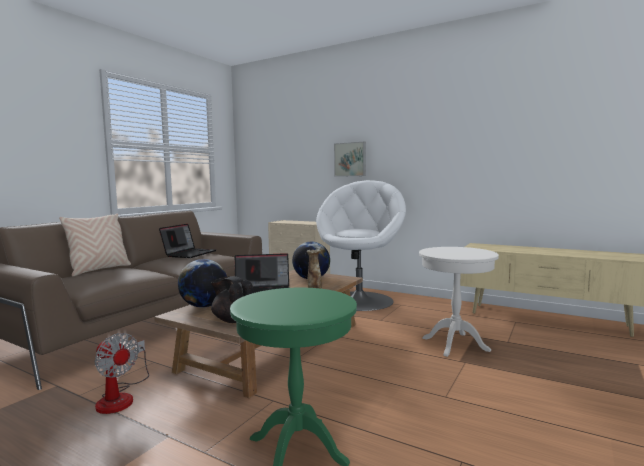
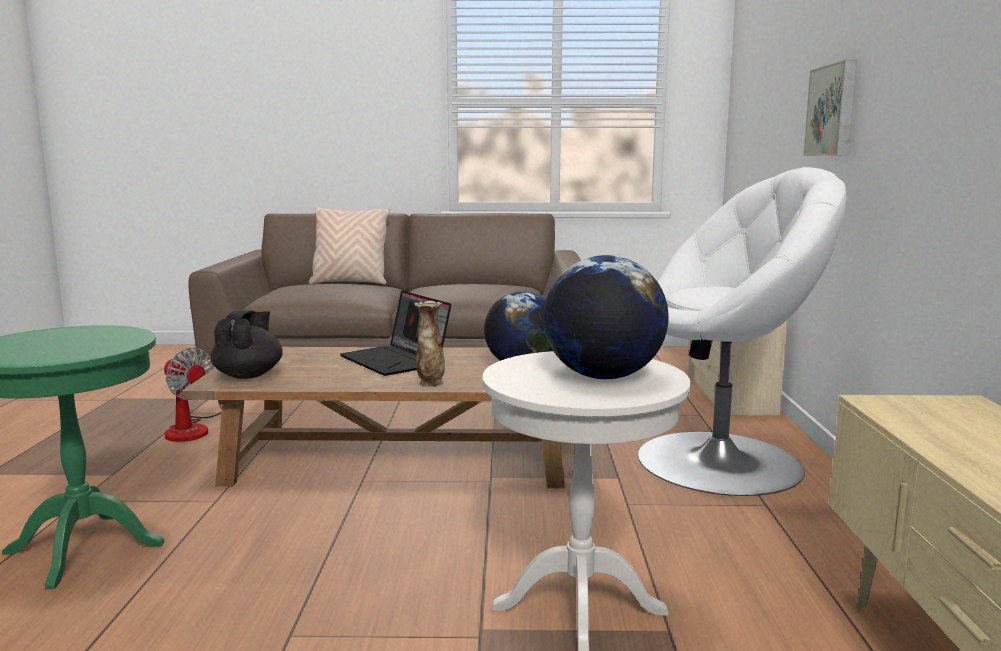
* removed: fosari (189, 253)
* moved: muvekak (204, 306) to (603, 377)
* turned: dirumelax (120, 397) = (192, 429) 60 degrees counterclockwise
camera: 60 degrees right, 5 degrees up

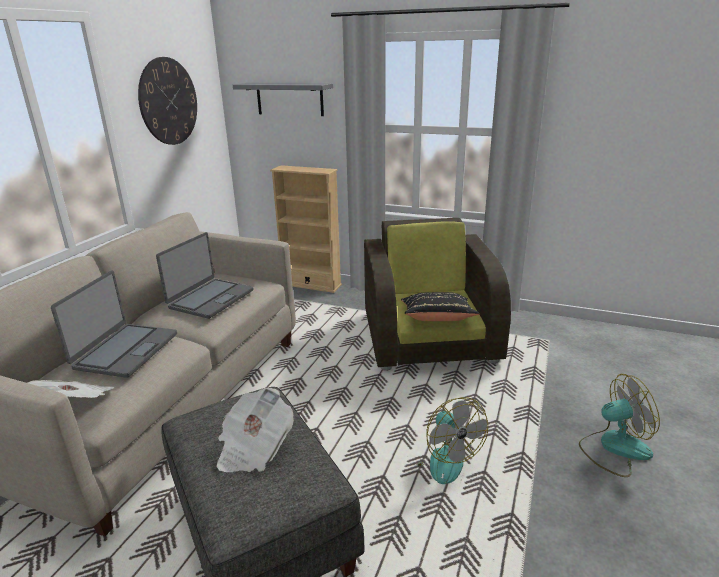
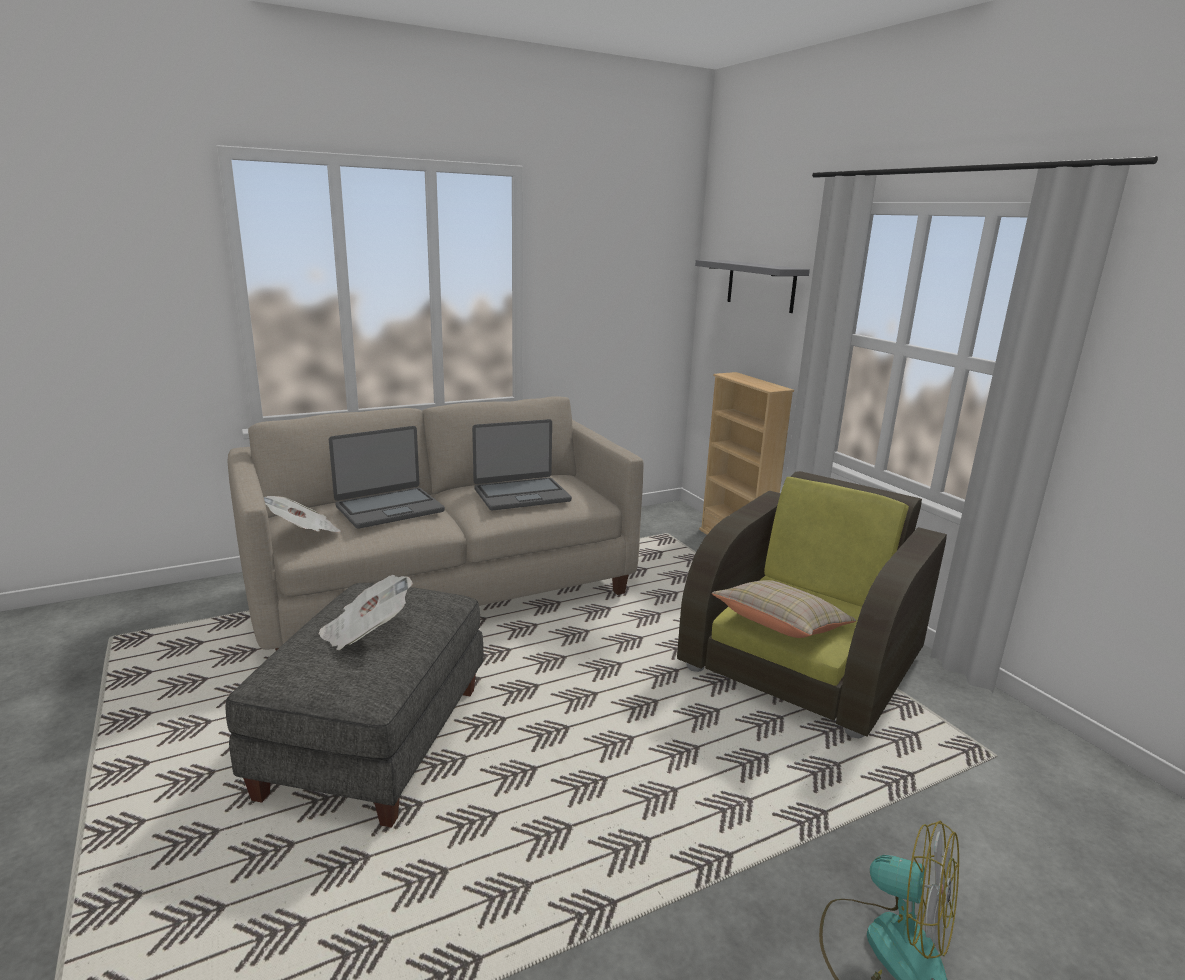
* removed: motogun (168, 101)
* removed: dirumelax (440, 458)
* recoloured: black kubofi (437, 319) to beige kubofi (781, 628)
camera: 40 degrees right, 5 degrees down

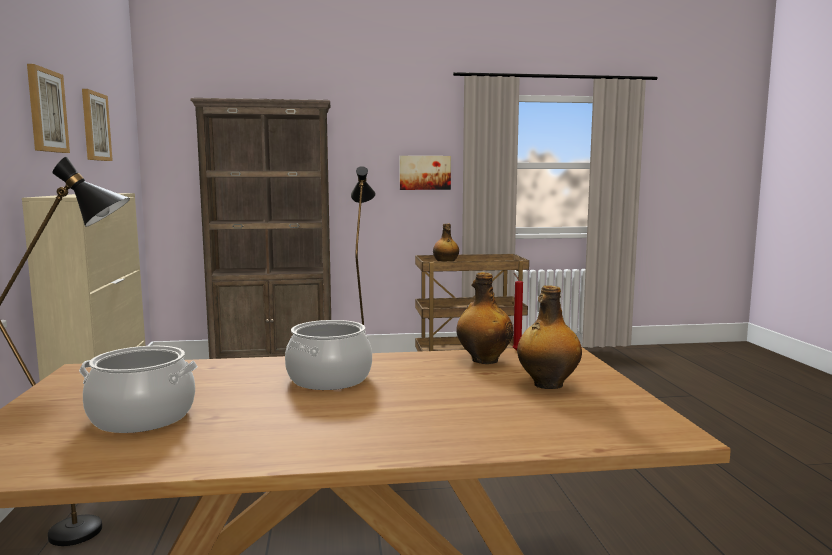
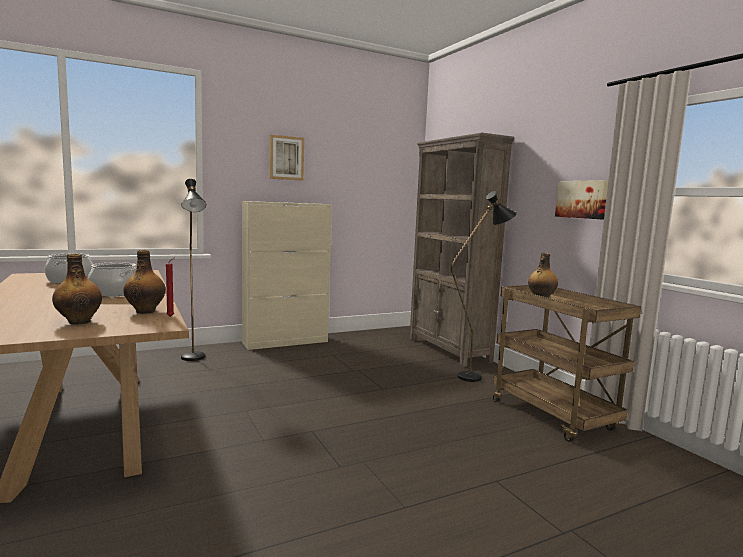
* removed: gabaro (95, 126)
camera: 70 degrees right, 0 degrees up

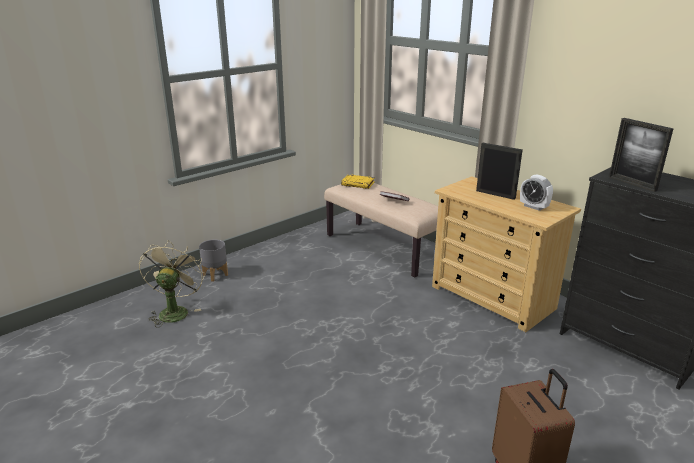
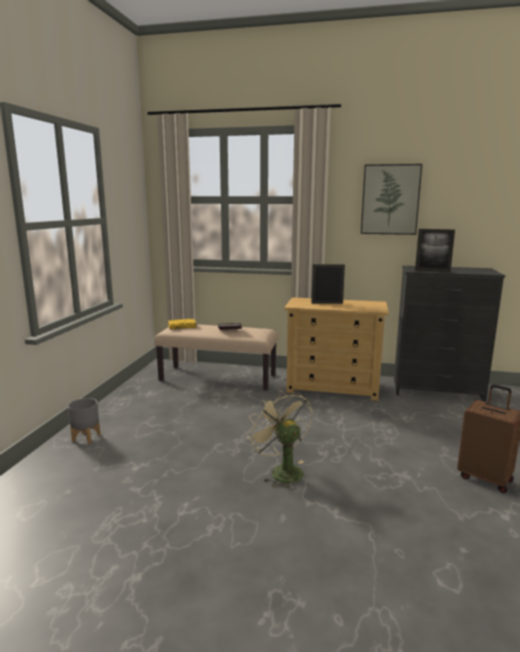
* removed: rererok (533, 207)
* added: gabaro (390, 199)
* moved: beige dirumelax (174, 311) to (281, 471)
camera: 35 degrees left, 10 degrees down

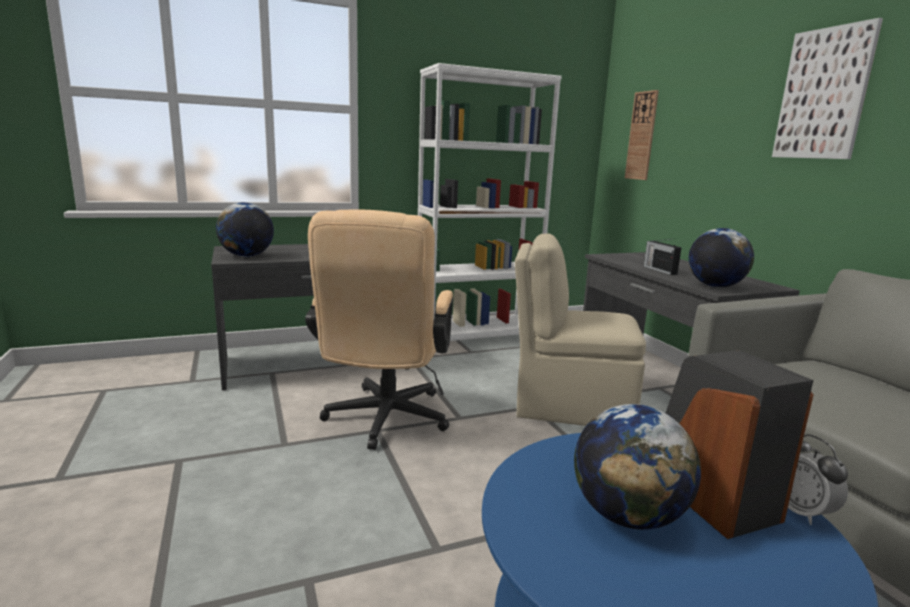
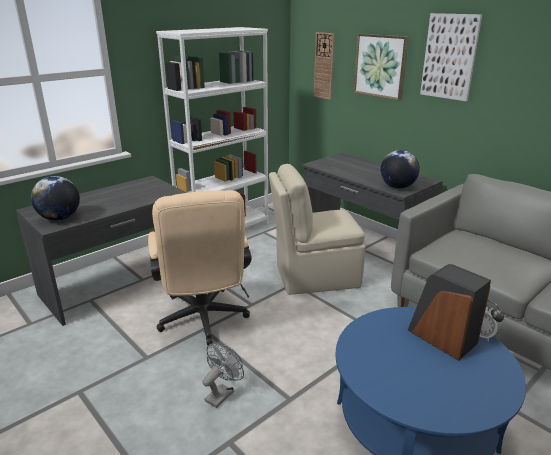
* removed: muvekak (628, 516)
* removed: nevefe (659, 270)
* added: grey dirumelax (222, 393)
* added: gabaro (380, 66)
camera: 20 degrees left, 10 degrees up

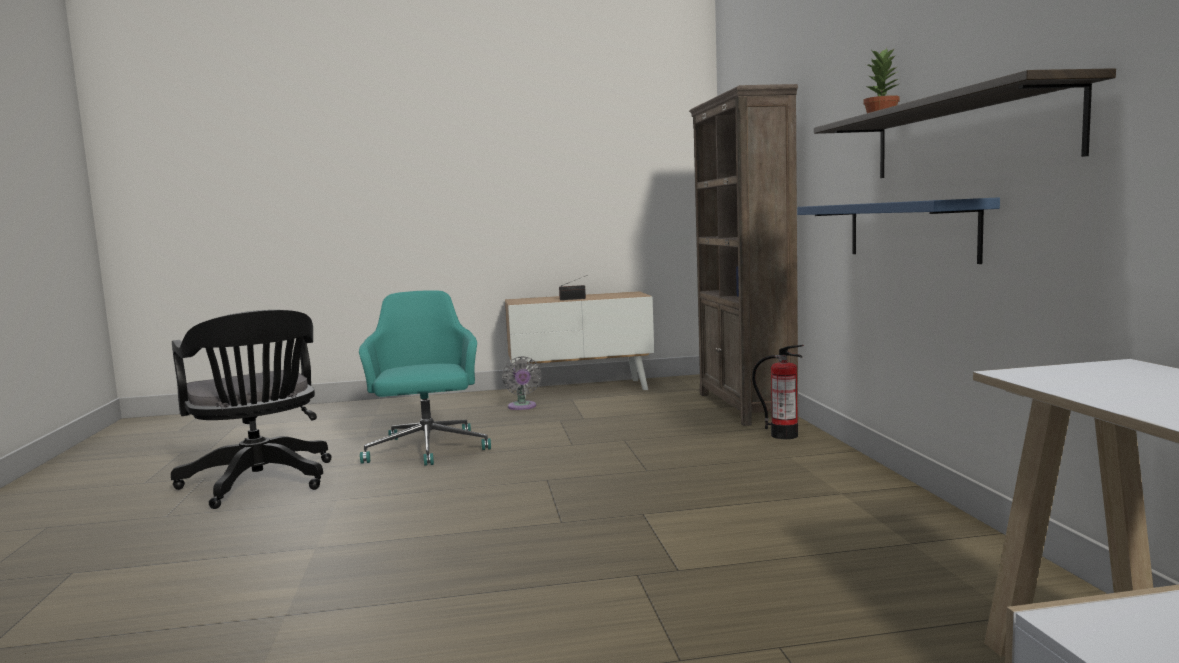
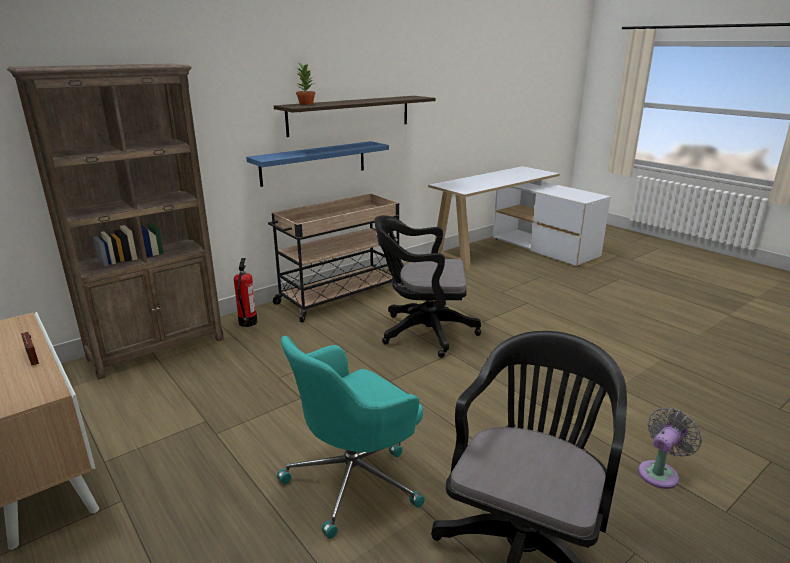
* added: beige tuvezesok (339, 297)
* added: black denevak (422, 332)
* moved: grey dirumelax (522, 407) to (660, 472)
camera: 120 degrees left, 15 degrees up

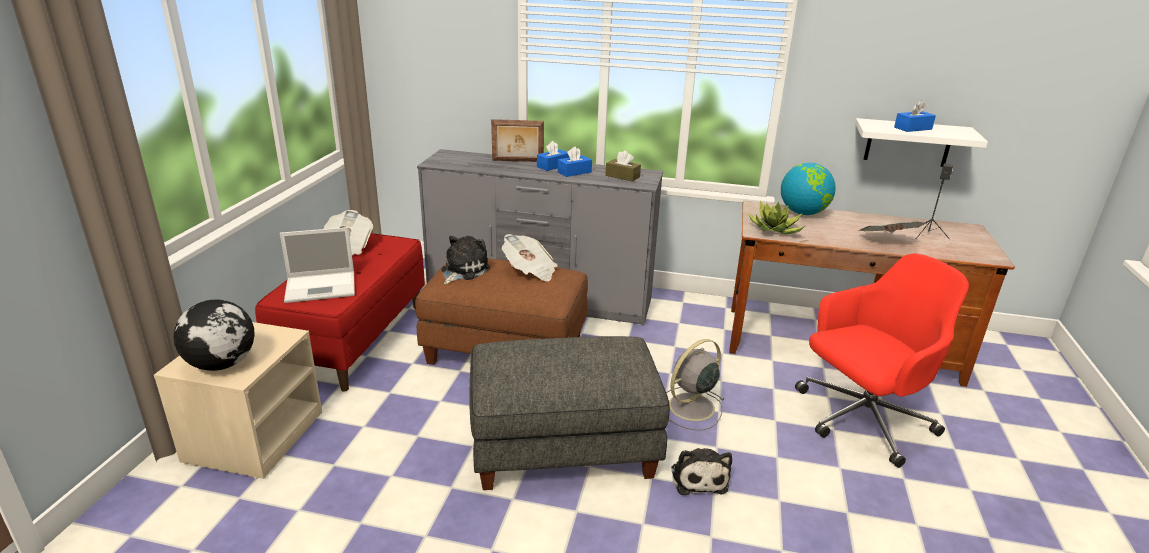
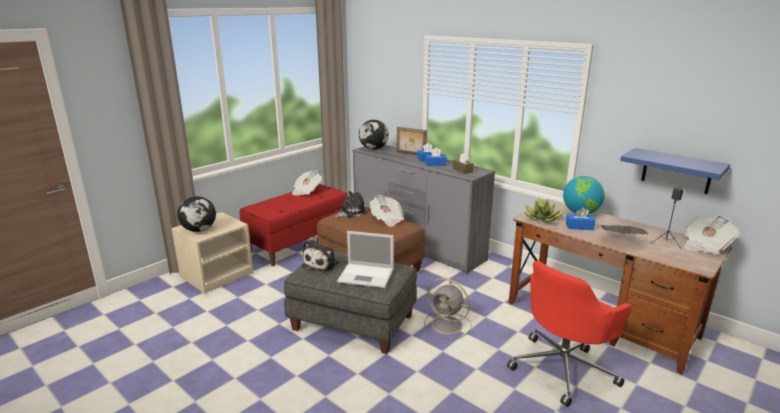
* added: muvekak (374, 149)
* added: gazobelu (705, 246)
* moved: fosari (322, 287) to (367, 275)
* moved: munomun (698, 477) to (322, 264)
* moved: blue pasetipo (913, 128) to (579, 226)
* recoloured: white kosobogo (908, 143) to blue kosobogo (676, 171)
* turned: grey dirumelax (690, 407) = (448, 325) 135 degrees counterclockwise
* turned: red denevak (861, 420) = (563, 368) 135 degrees clockwise
camera: 30 degrees right, 5 degrees down

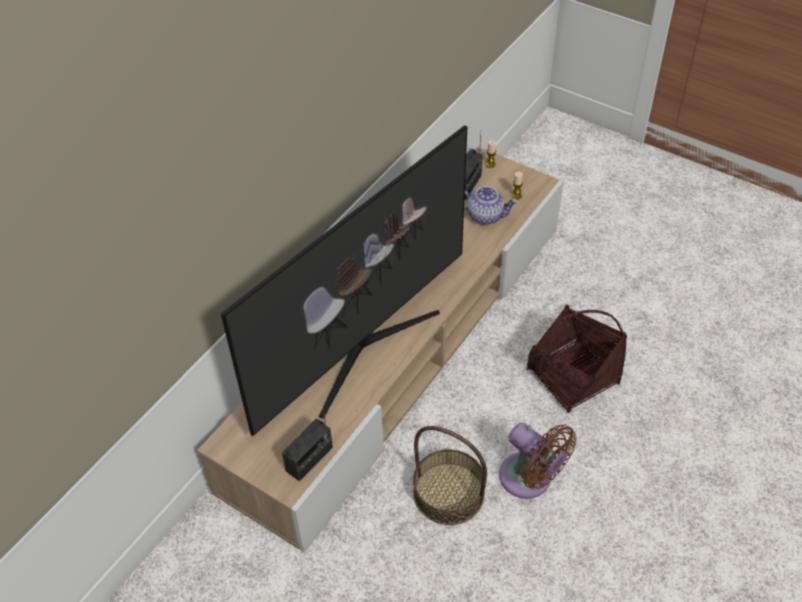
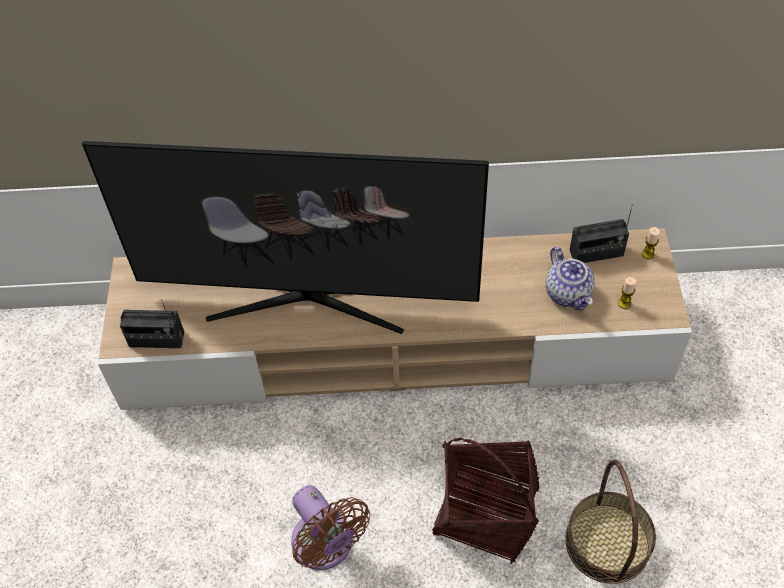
* moved: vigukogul (449, 492) to (608, 543)
* turned: brown dirumelax (530, 479) = (326, 546) 45 degrees counterclockwise
camera: 55 degrees right, 5 degrees up

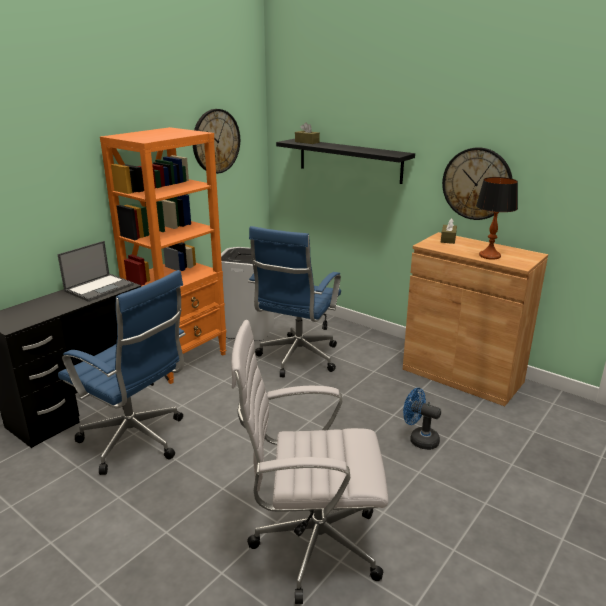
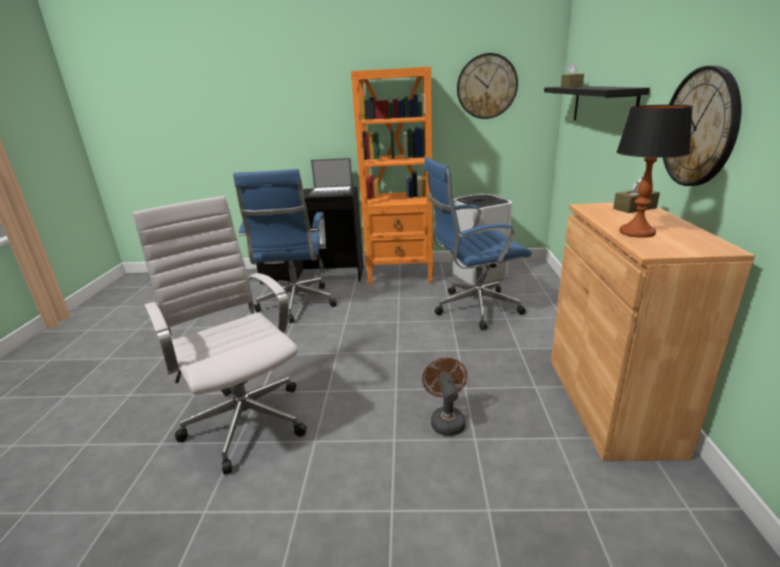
* recoloured: blue dirumelax (419, 439) to brown dirumelax (446, 420)
camera: 55 degrees right, 0 degrees up

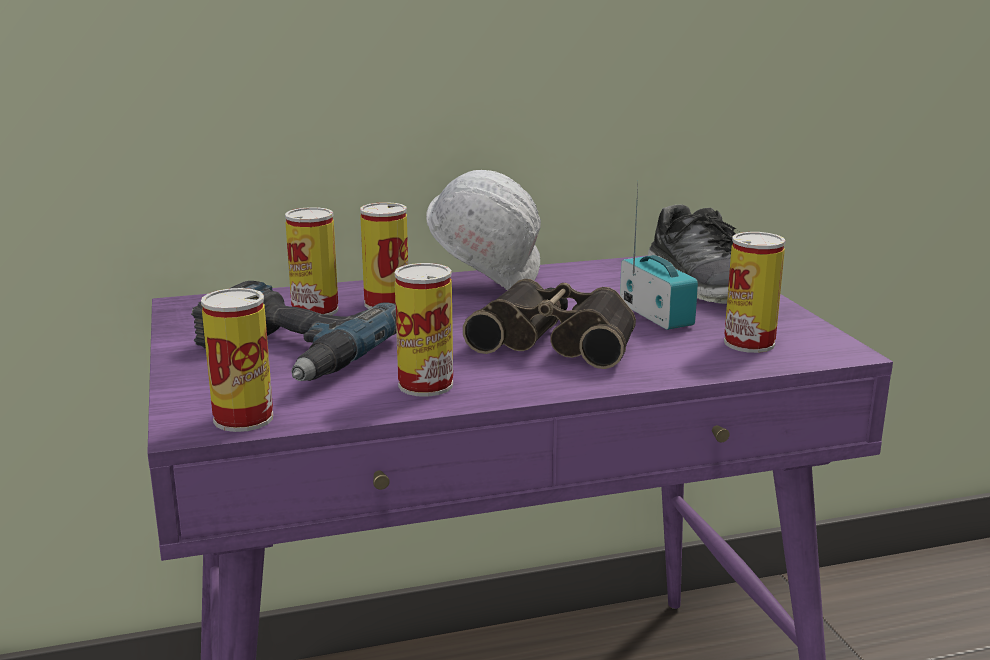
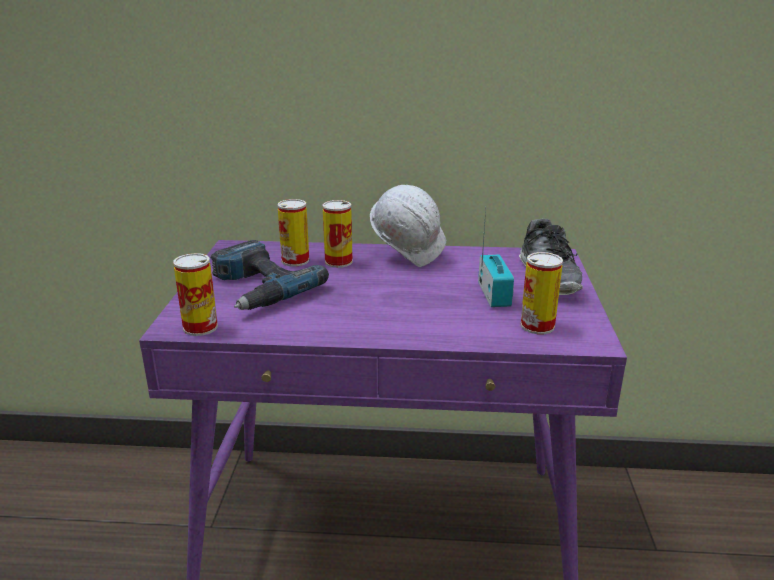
* removed: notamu (425, 385)
* removed: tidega (558, 340)
camera: 20 degrees right, 5 degrees up

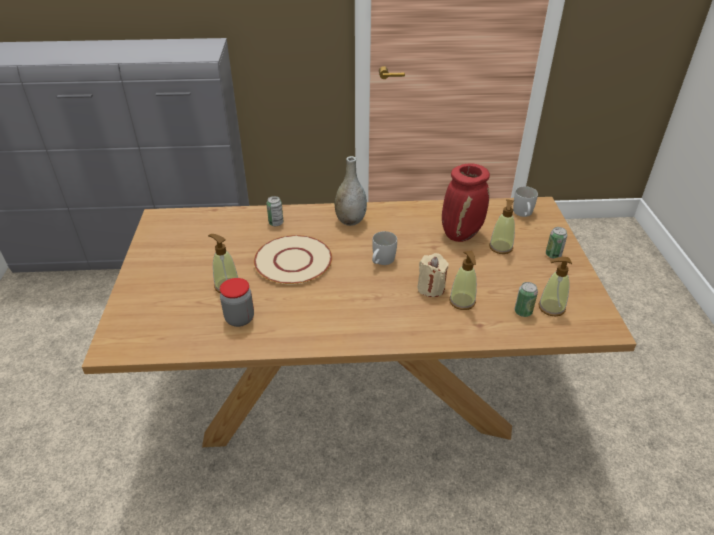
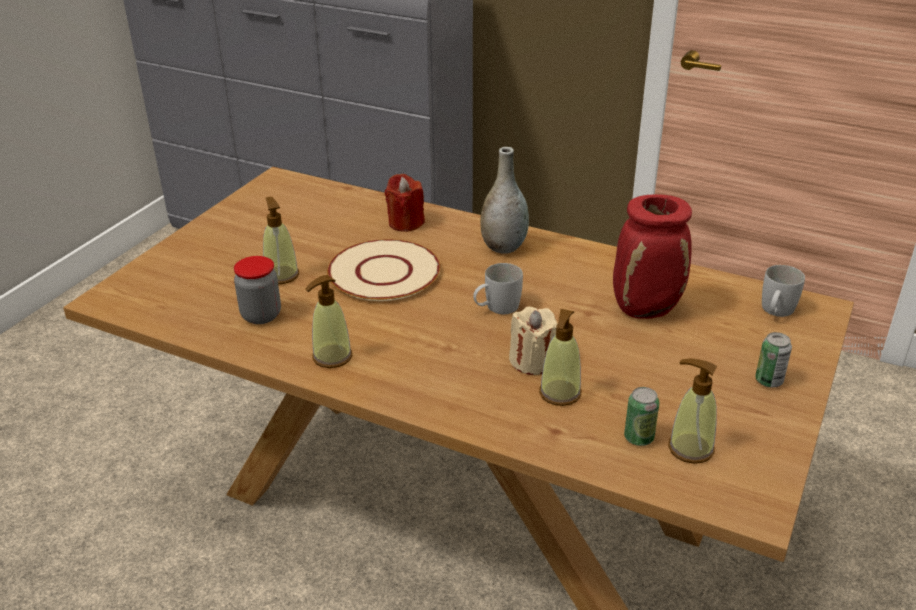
* moved: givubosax (500, 247) to (332, 357)
* replaced: notamu (276, 223) to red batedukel (405, 223)
camera: 30 degrees right, 5 degrees down

